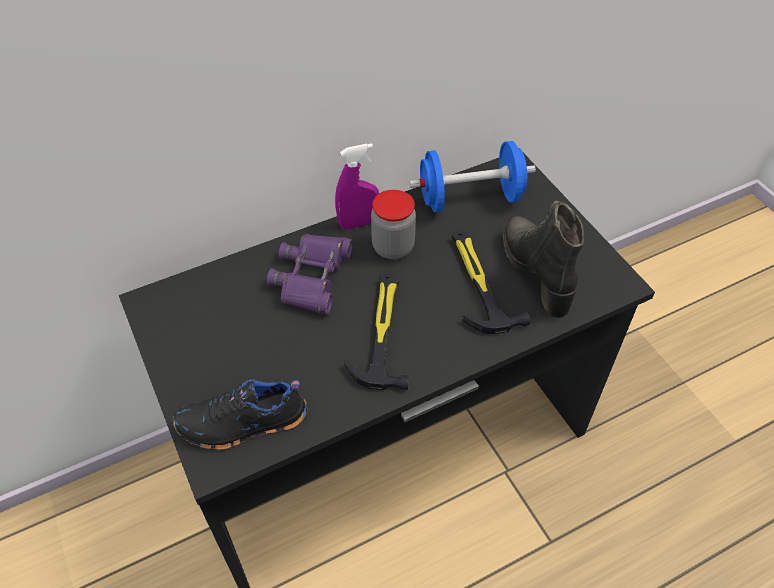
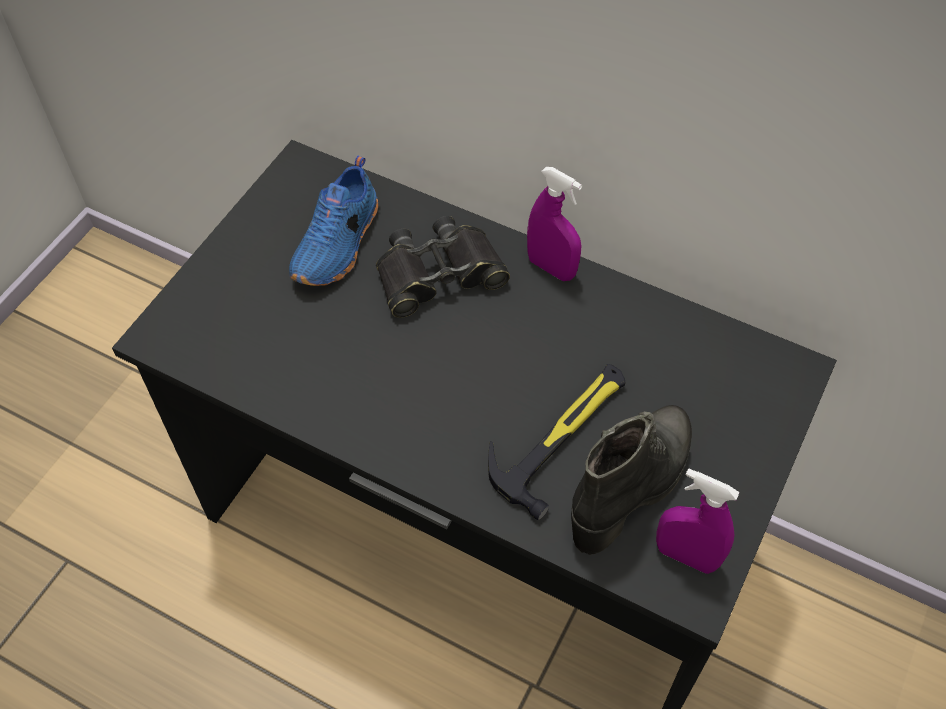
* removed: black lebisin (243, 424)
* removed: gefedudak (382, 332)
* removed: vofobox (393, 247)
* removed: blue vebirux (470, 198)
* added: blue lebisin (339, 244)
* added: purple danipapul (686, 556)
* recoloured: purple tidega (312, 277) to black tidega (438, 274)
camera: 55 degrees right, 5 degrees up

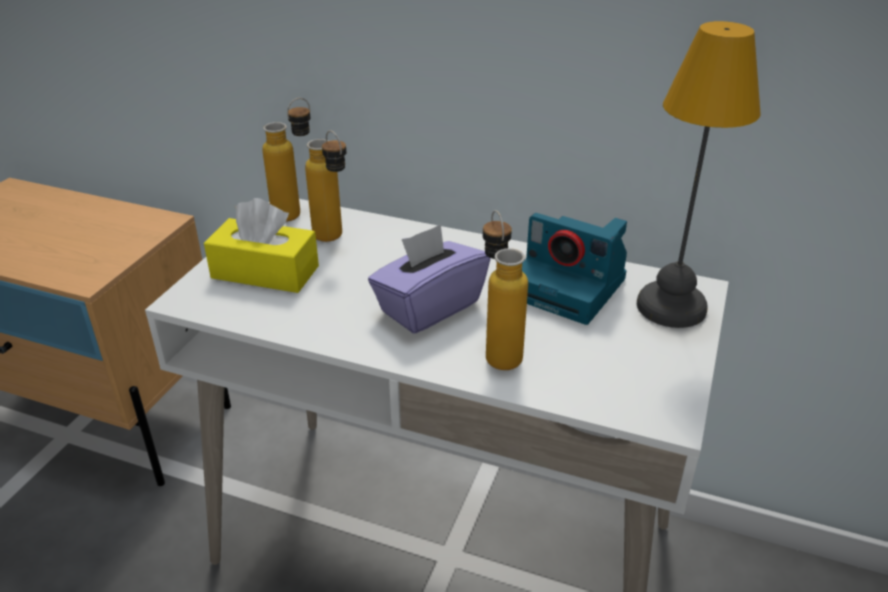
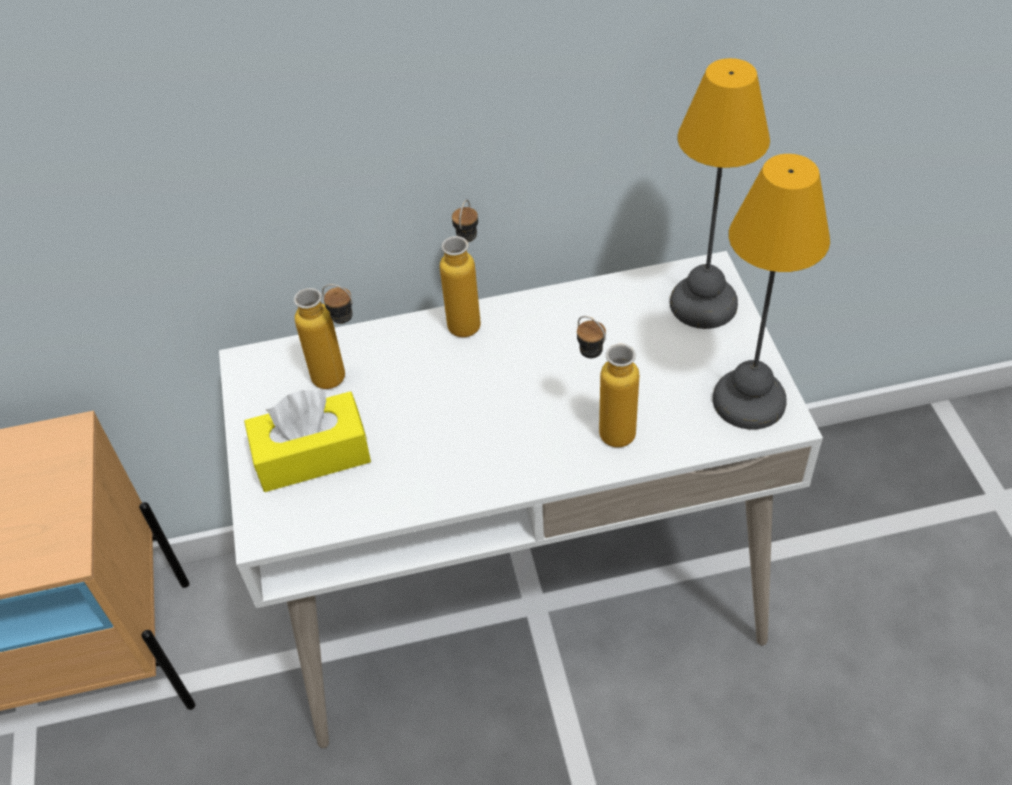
* removed: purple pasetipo (429, 307)
* removed: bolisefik (571, 288)
* added: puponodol (749, 399)
* moved: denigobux (296, 212) to (468, 316)
camera: 30 degrees left, 15 degrees up

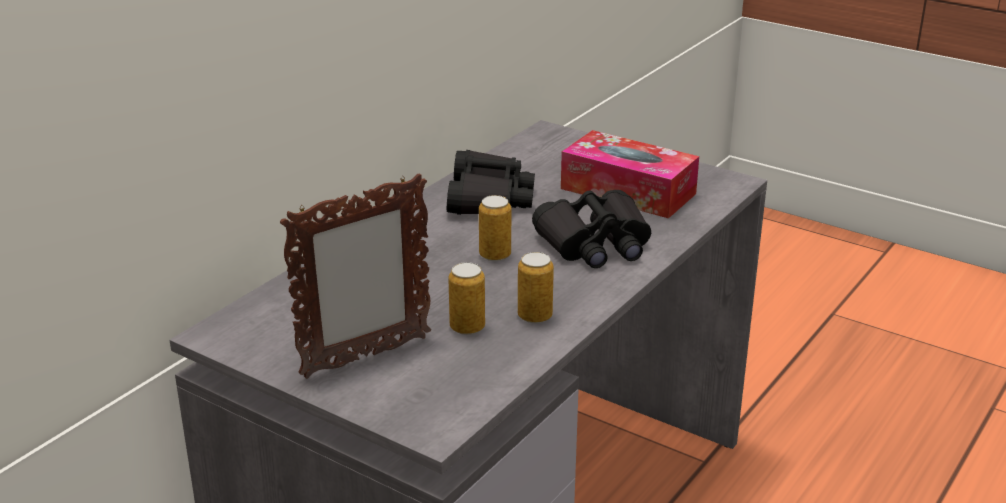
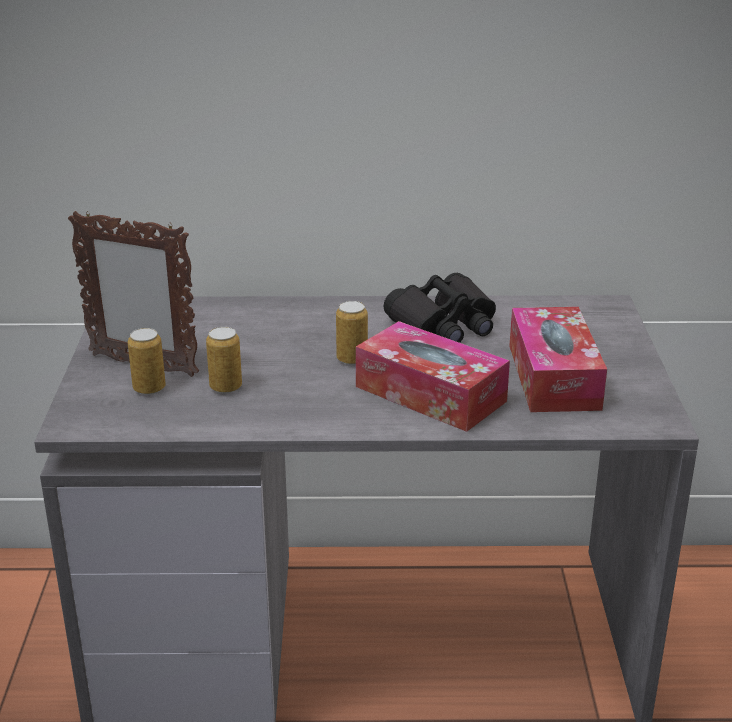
* moved: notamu (535, 316) to (149, 388)
* replaced: black tidega (595, 244) to pasetipo (430, 394)
camera: 55 degrees right, 0 degrees up

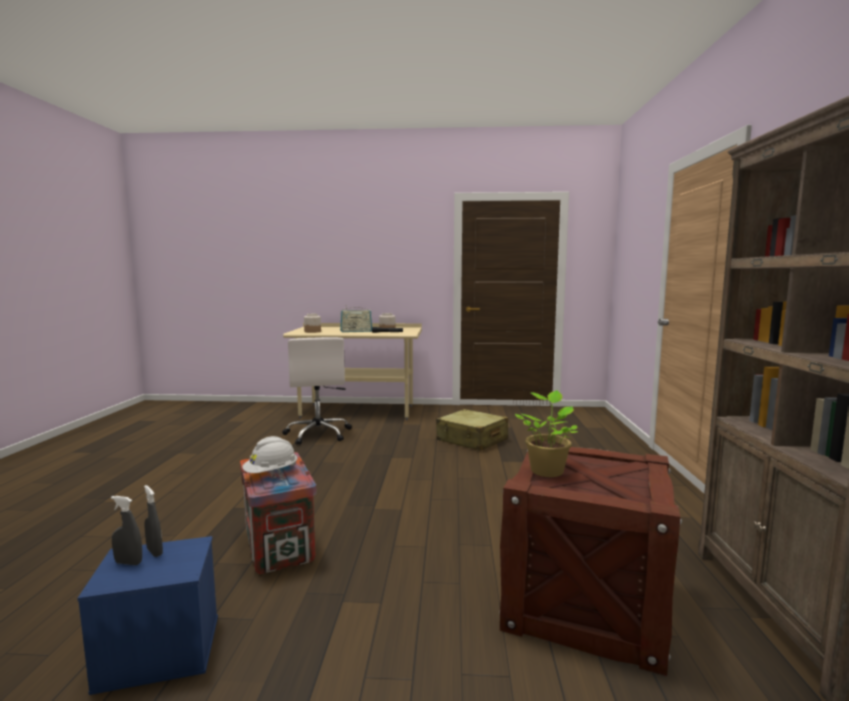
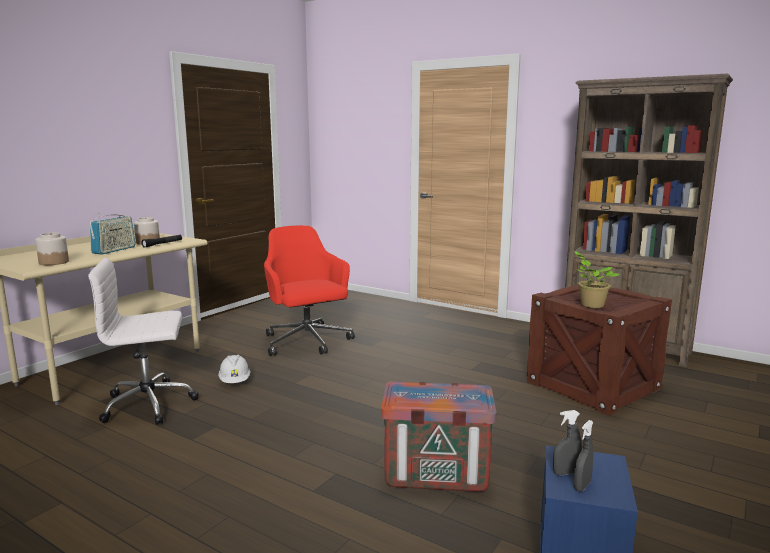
* moved: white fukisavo (271, 473) to (235, 381)
* replaced: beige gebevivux (472, 440) to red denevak (307, 342)
* turned: white denevak (318, 434) = (150, 404) 150 degrees clockwise
camera: 60 degrees left, 5 degrees up

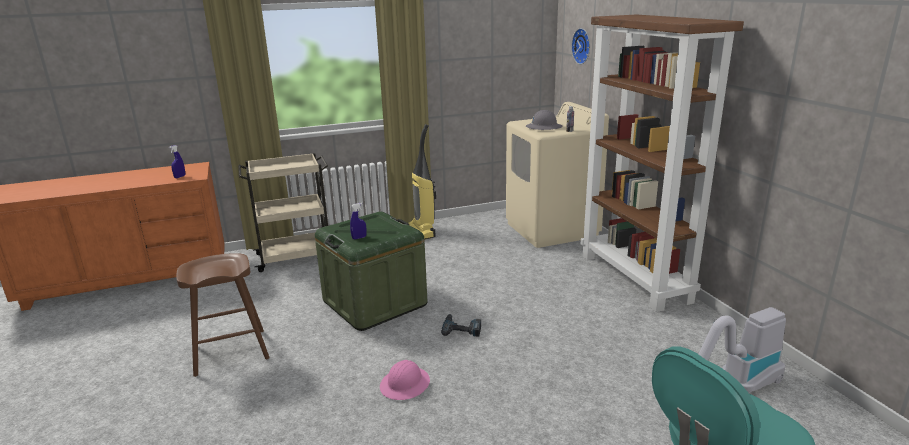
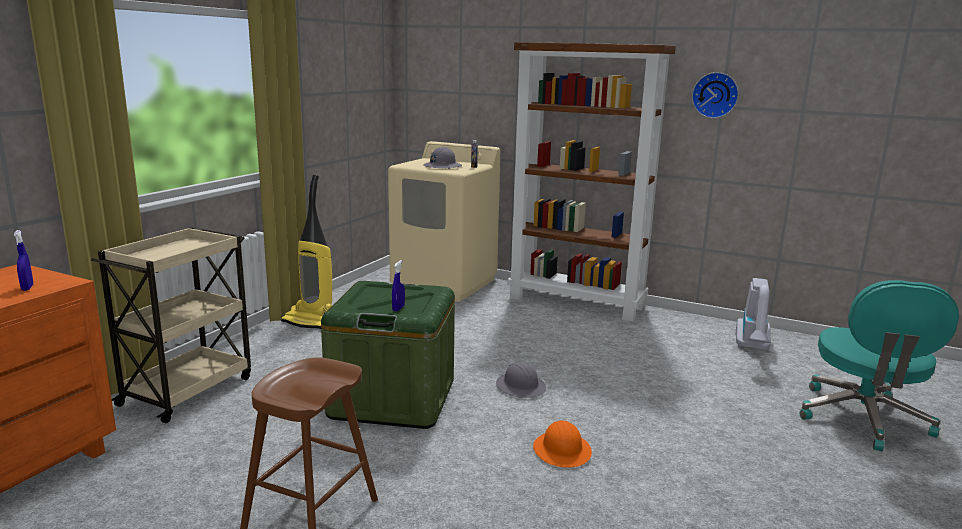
* moved: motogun (583, 46) to (715, 95)
* replaced: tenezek (462, 328) to grey fukisavo (521, 387)
* recoloured: pink fukisavo (405, 385) to orange fukisavo (562, 451)
camera: 45 degrees left, 5 degrees down

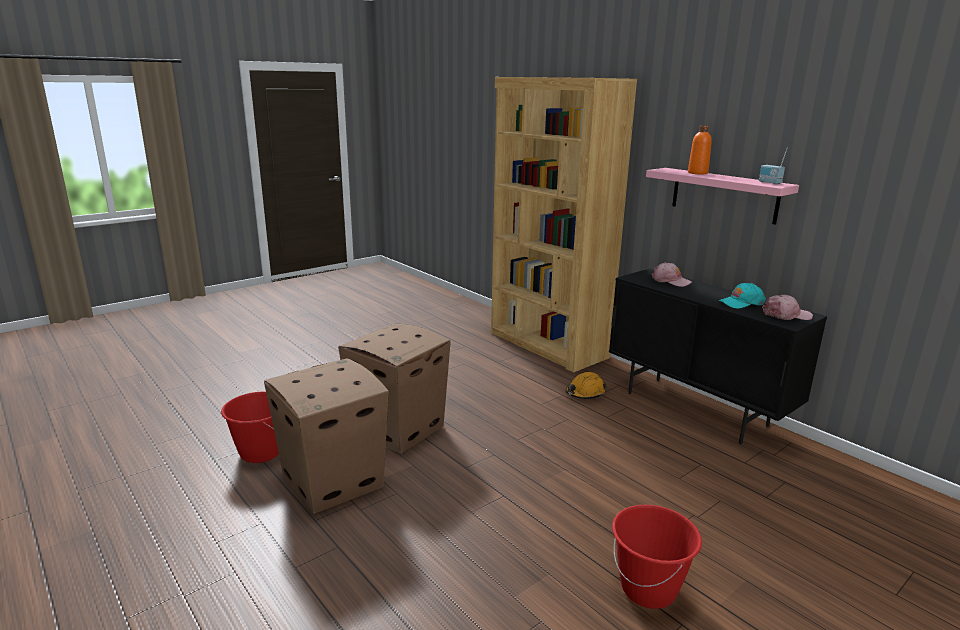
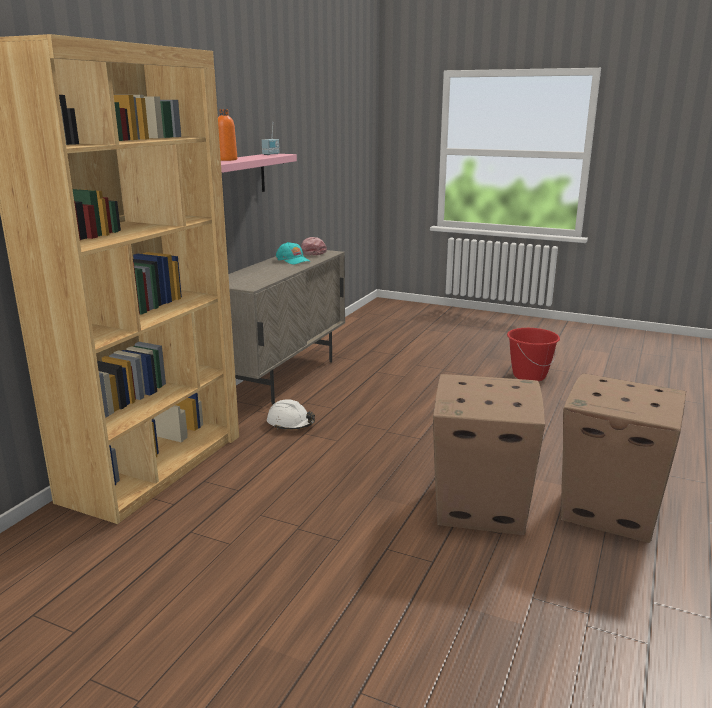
* removed: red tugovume (260, 452)
* removed: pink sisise (670, 281)
* recoloured: orange fukisavo (585, 393) to white fukisavo (290, 423)
* recoloured: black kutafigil (695, 409) to beige kutafigil (284, 377)
camera: 115 degrees left, 0 degrees up

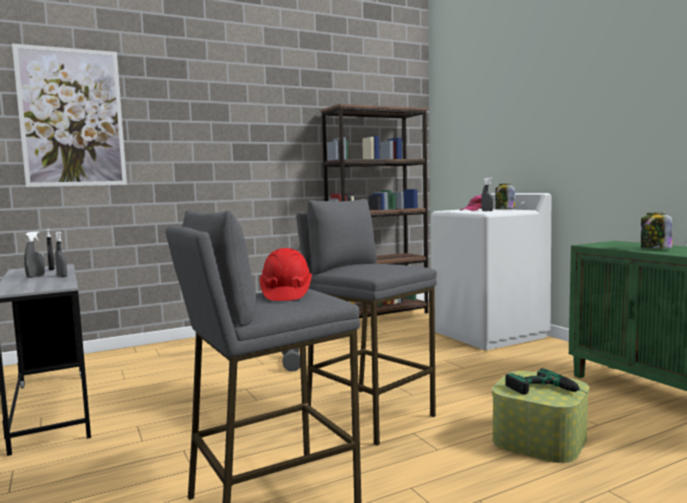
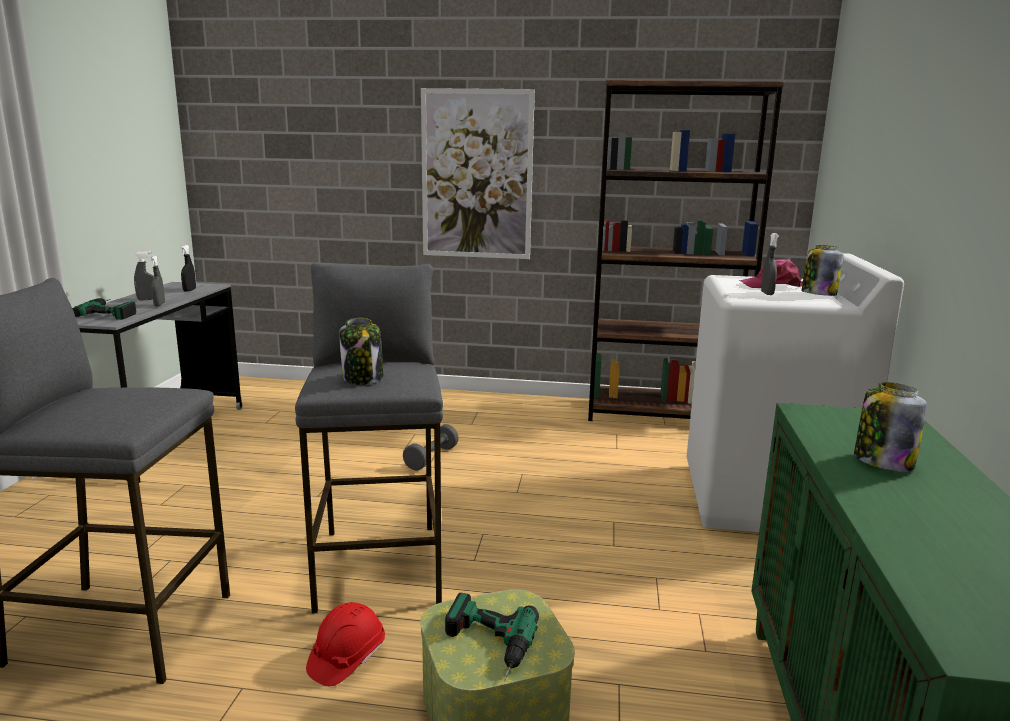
* added: tenezek (113, 312)
* added: vofobox (363, 378)
* moved: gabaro (72, 118) to (476, 175)
* moved: red fukisavo (286, 294) to (346, 658)
camera: 35 degrees right, 10 degrees up

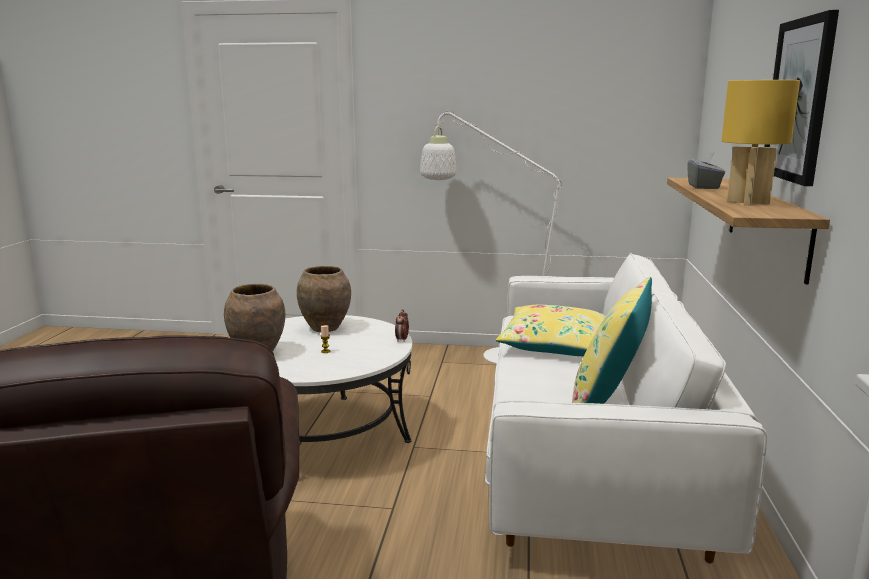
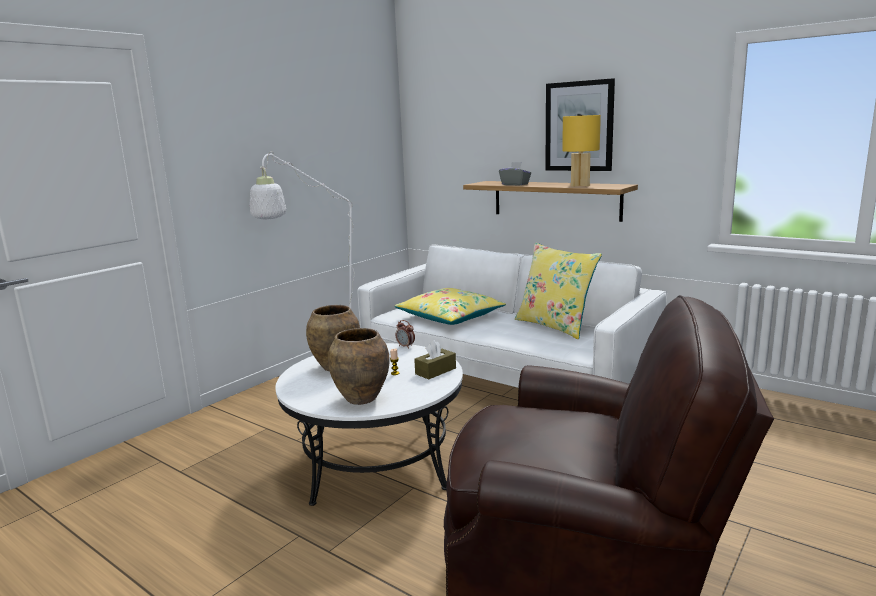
* added: brown pasetipo (435, 371)
camera: 60 degrees left, 0 degrees up

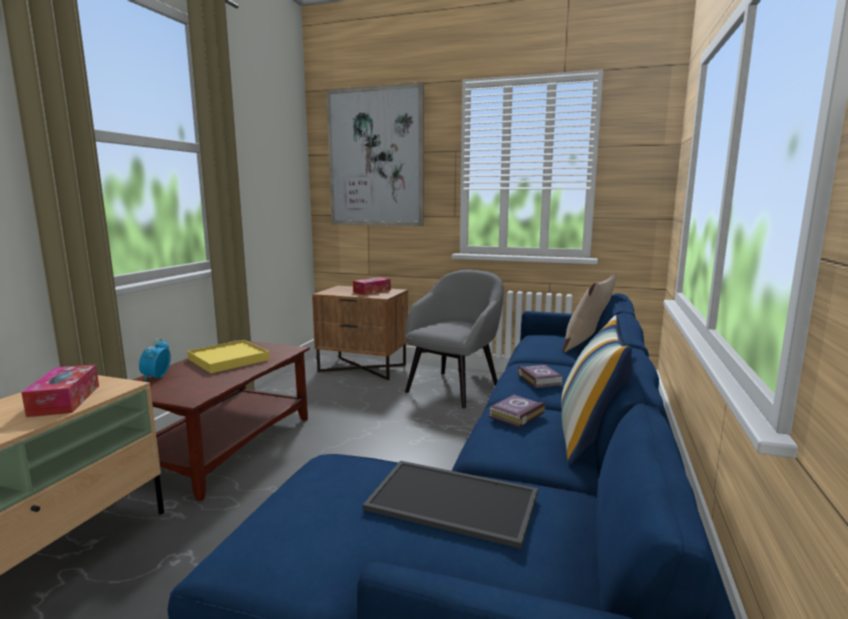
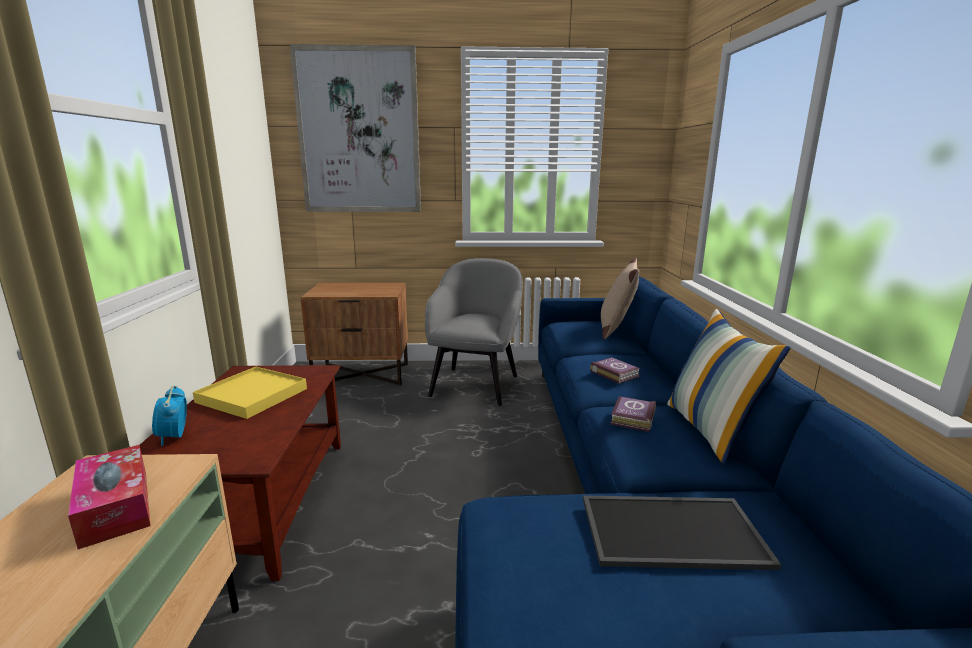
* removed: pasetipo (372, 291)
camera: 20 degrees left, 5 degrees up

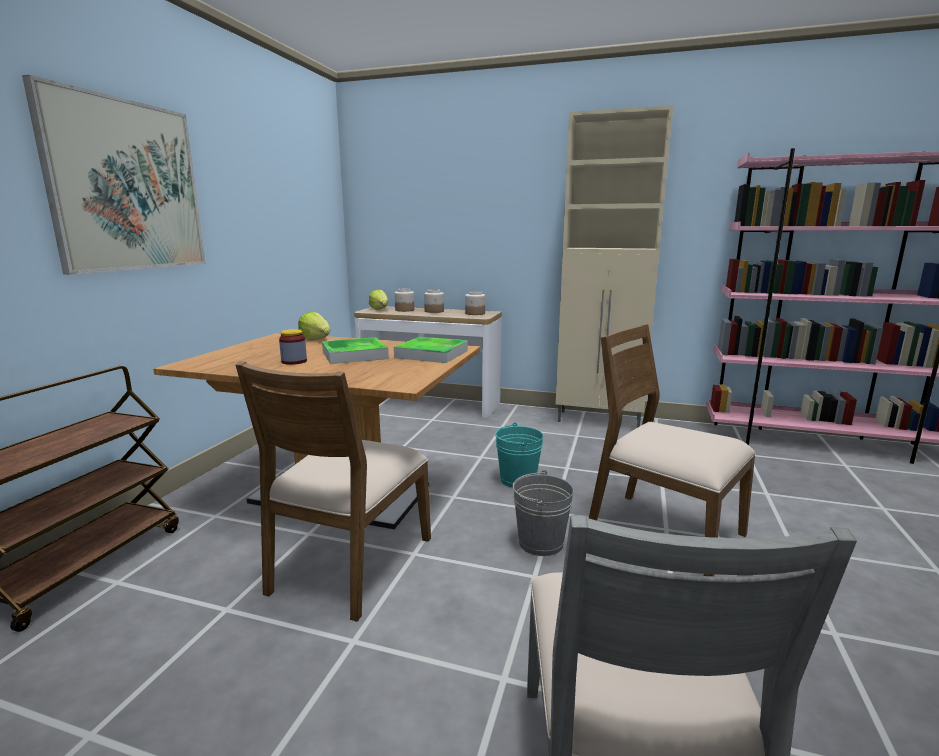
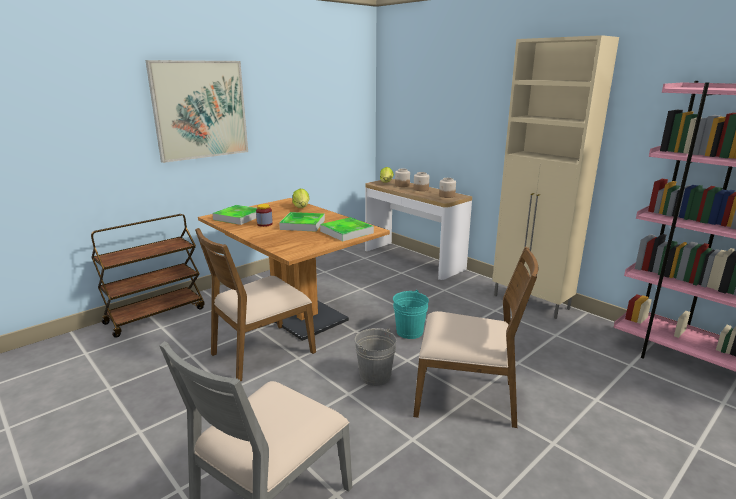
* added: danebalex (238, 217)
* turned: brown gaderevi (663, 532) = (466, 397) 120 degrees clockwise
camera: 30 degrees right, 5 degrees up

